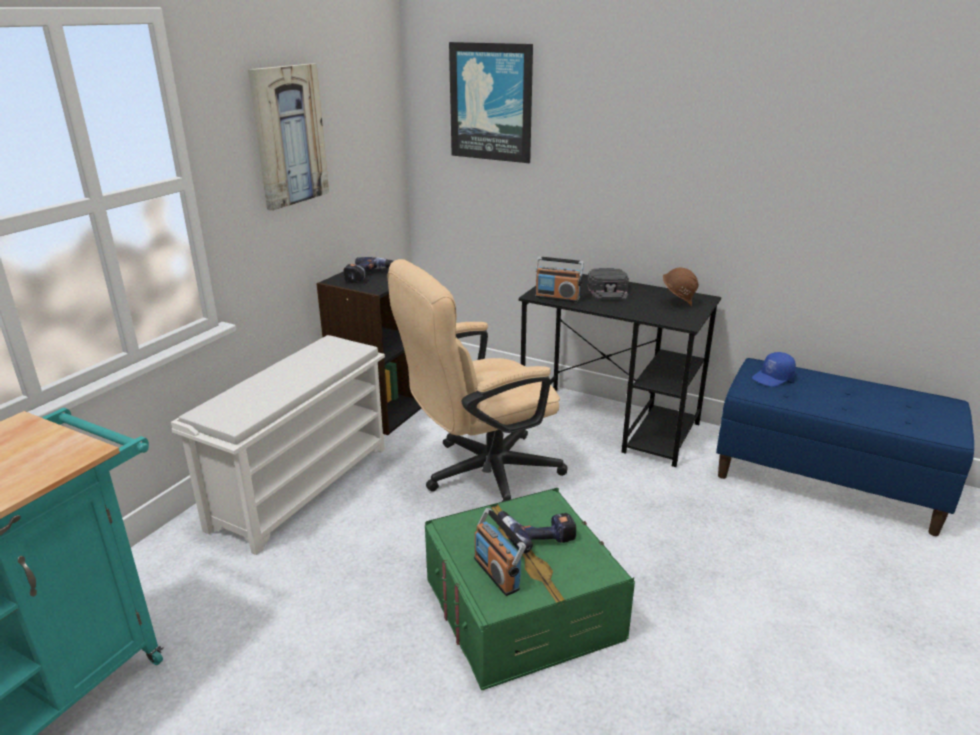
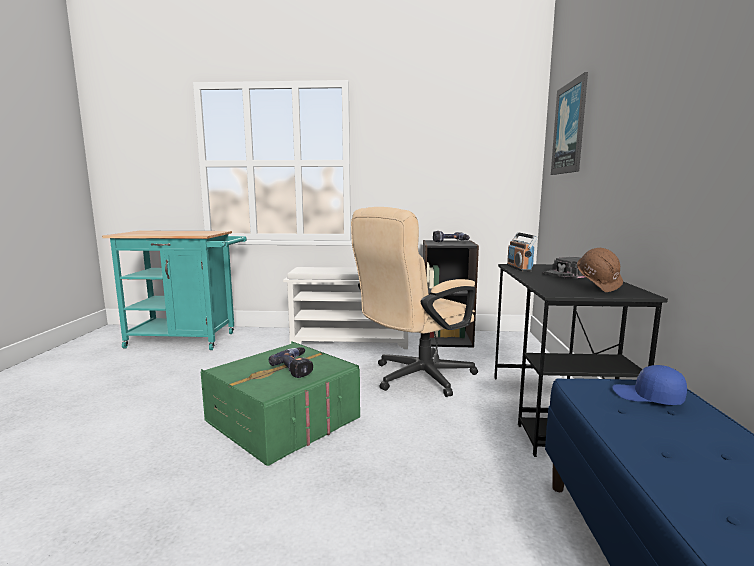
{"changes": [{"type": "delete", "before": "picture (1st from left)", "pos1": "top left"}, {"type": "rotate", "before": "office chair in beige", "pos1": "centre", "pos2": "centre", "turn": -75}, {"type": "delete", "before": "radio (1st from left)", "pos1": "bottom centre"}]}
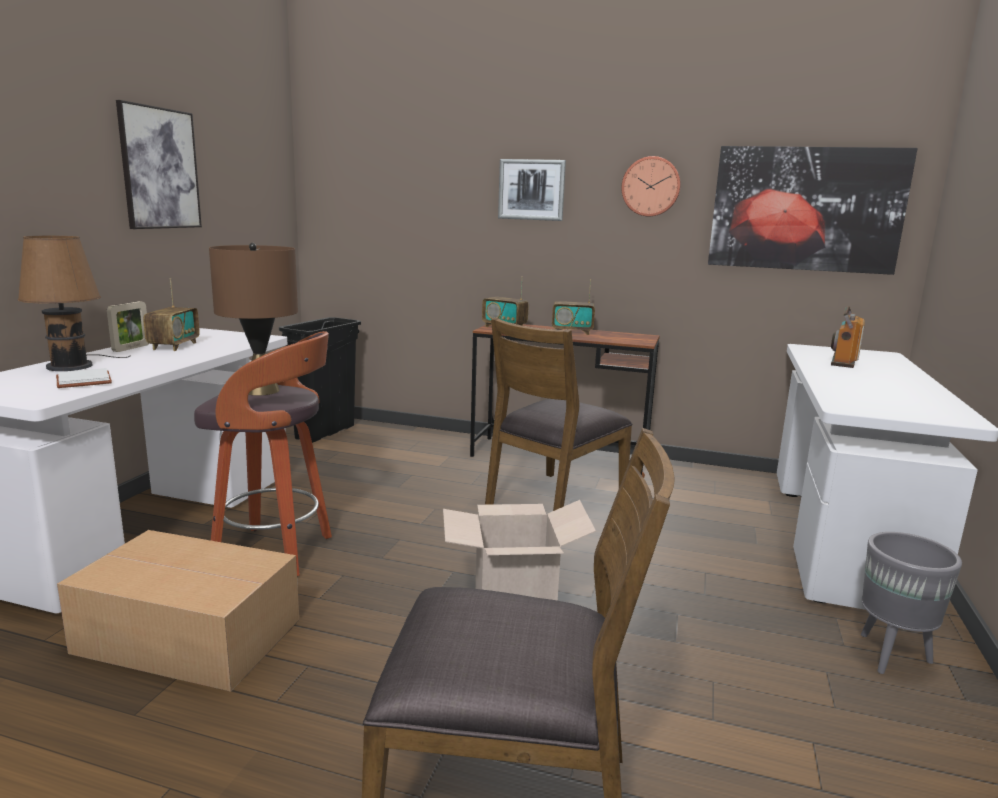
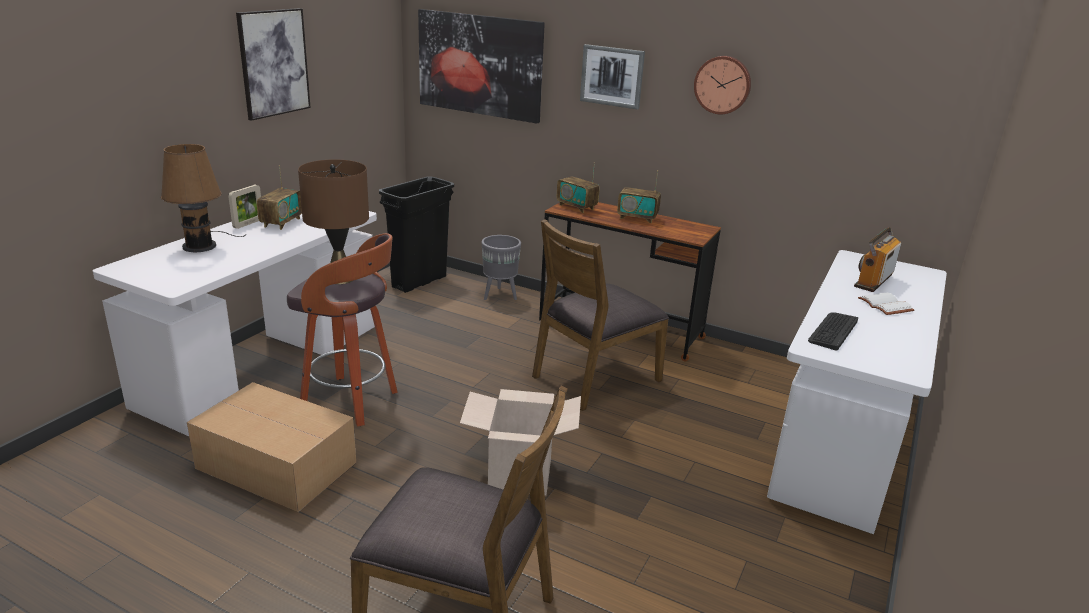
{"changes": [{"type": "move", "before": "book in white", "pos1": "middle left", "pos2": "middle right"}, {"type": "move", "before": "picture (3rd from left in the first image)", "after": "picture (2nd from left)", "pos1": "top right", "pos2": "top centre"}, {"type": "move", "before": "planter in grey", "pos1": "bottom right", "pos2": "centre"}, {"type": "insert", "after": "keyboard", "pos2": "middle right"}]}
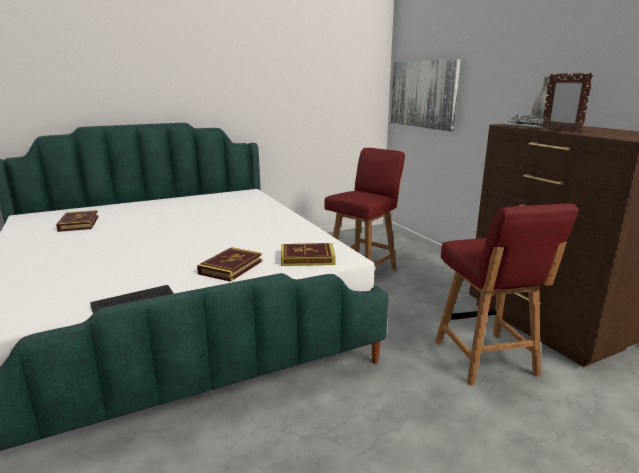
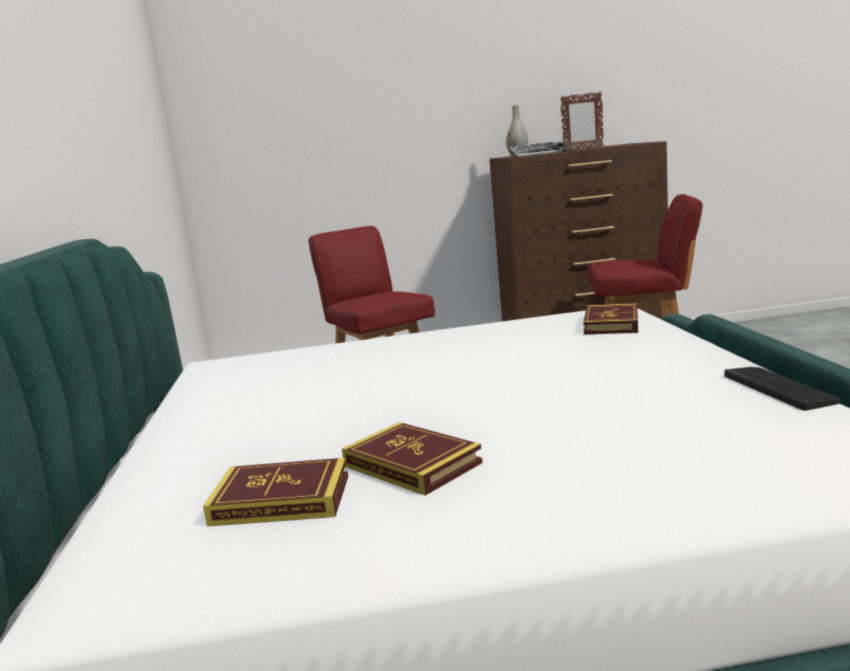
{"changes": [{"type": "move", "before": "book (2nd from left)", "pos1": "centre", "pos2": "bottom centre"}, {"type": "delete", "before": "picture", "pos1": "top right"}]}
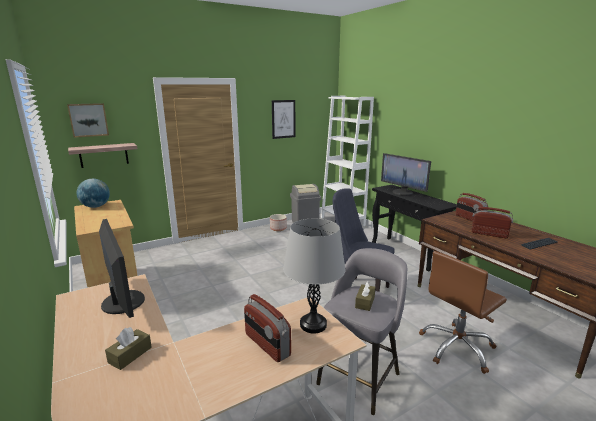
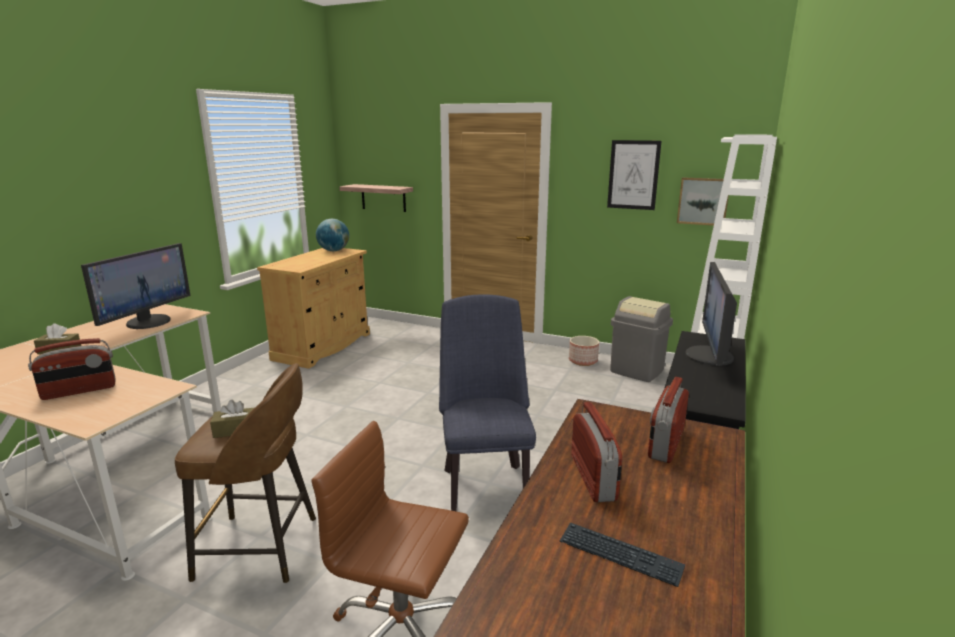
{"changes": [{"type": "move", "before": "picture (1st from left in the first image)", "after": "picture (2nd from left)", "pos1": "top left", "pos2": "top right"}, {"type": "rotate", "before": "radio (1st from left)", "pos1": "bottom centre", "pos2": "middle left", "turn": -135}, {"type": "delete", "before": "table lamp in grey", "pos1": "centre"}, {"type": "recolor", "before": "stool in grey", "after": "stool in brown", "pos1": "bottom centre", "pos2": "bottom left"}]}
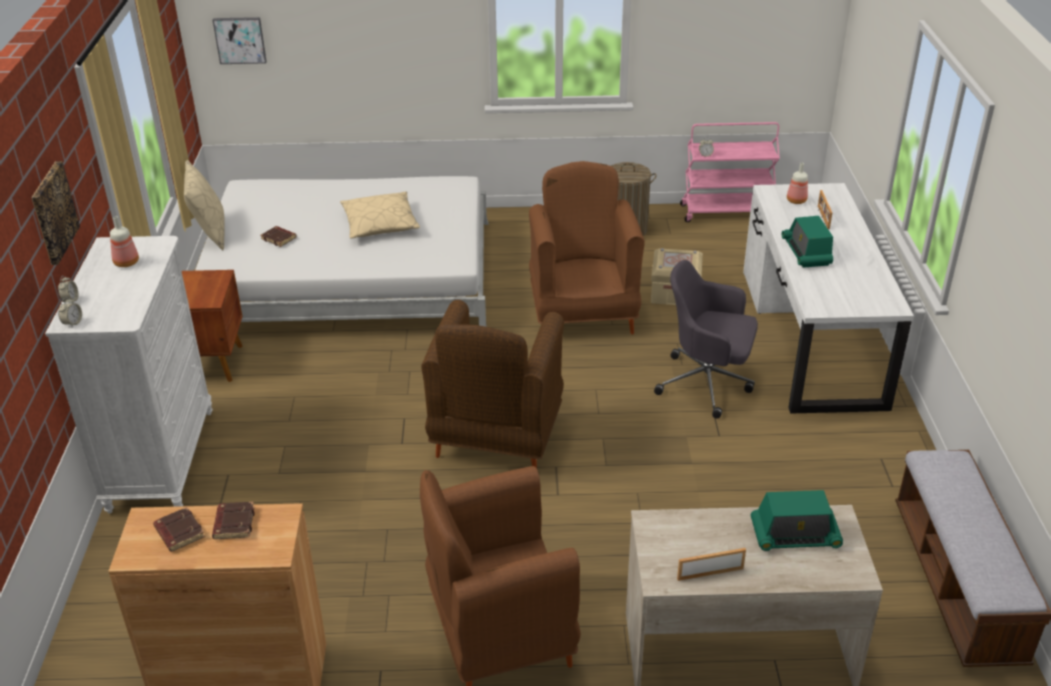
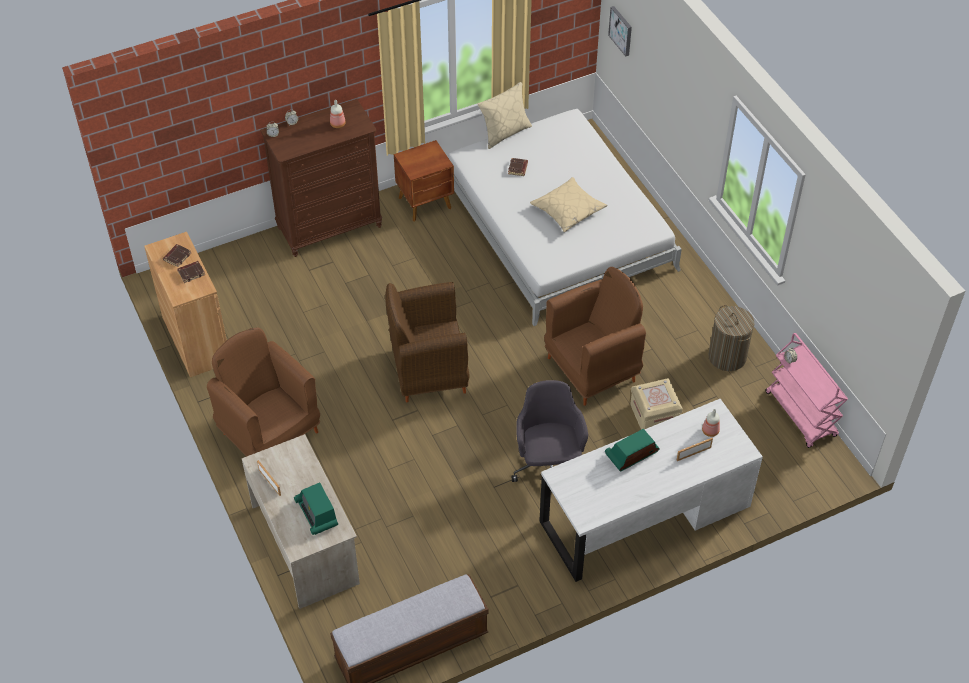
{"changes": [{"type": "delete", "before": "picture (1st from left)", "pos1": "top left"}, {"type": "recolor", "before": "dresser in white", "after": "dresser in brown", "pos1": "middle left", "pos2": "top left"}]}
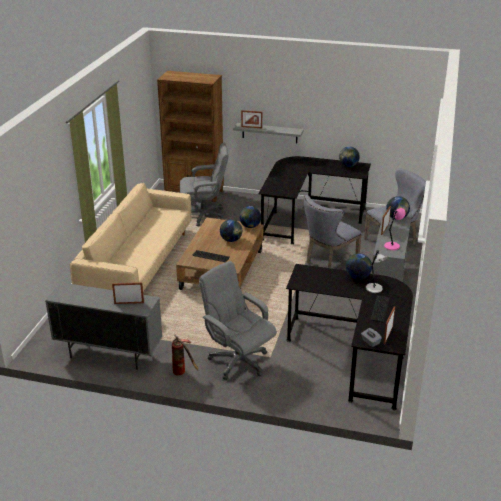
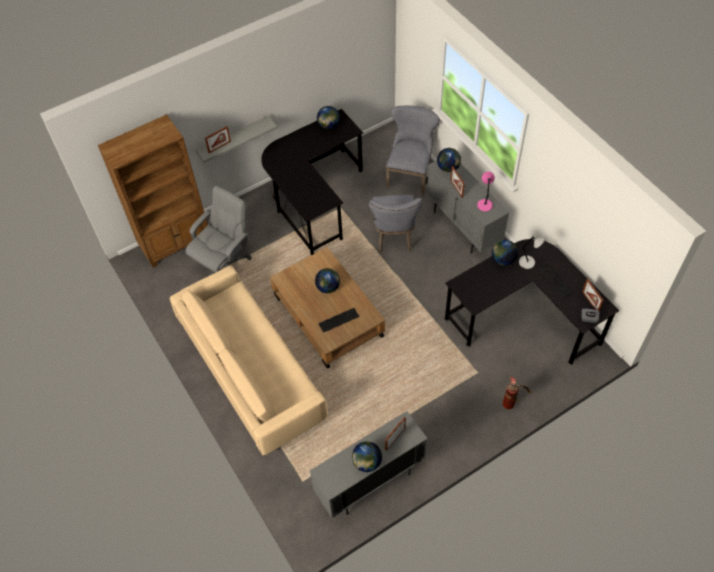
{"changes": [{"type": "move", "before": "fire extinguisher", "pos1": "bottom centre", "pos2": "bottom right"}, {"type": "delete", "before": "office chair in grey (2nd from left)", "pos1": "centre"}, {"type": "move", "before": "globe (2nd from left in the first image)", "after": "globe (3rd from left)", "pos1": "centre", "pos2": "bottom centre"}]}
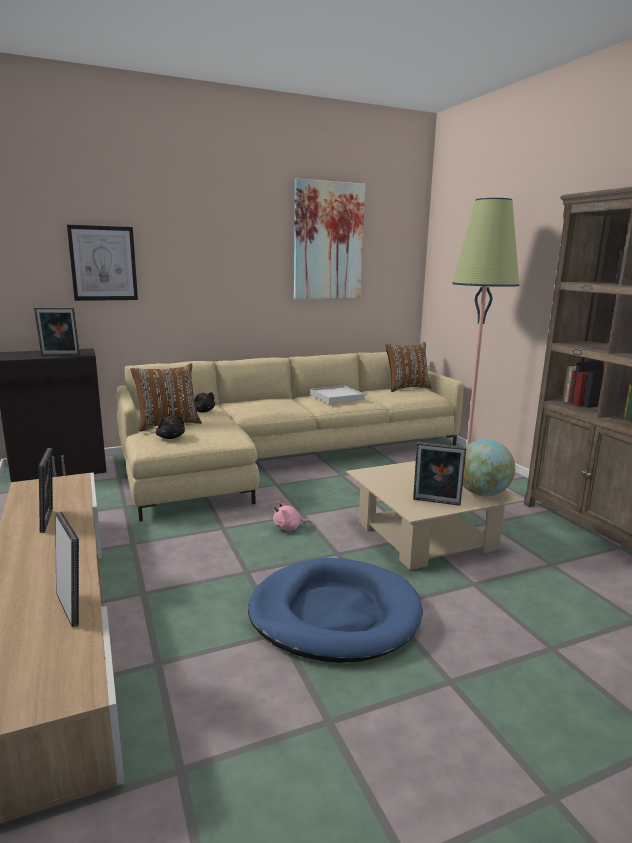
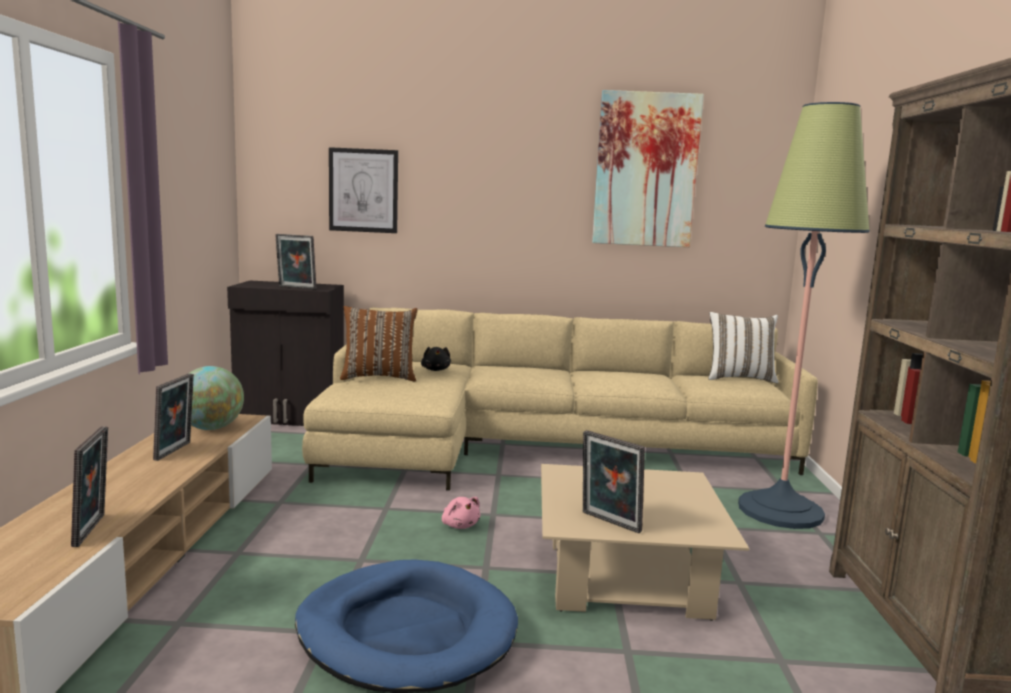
{"changes": [{"type": "delete", "before": "plush toy in black (1st from left)", "pos1": "middle left"}, {"type": "rotate", "before": "plush toy in pink", "pos1": "centre", "pos2": "bottom centre", "turn": -135}, {"type": "delete", "before": "tray in white", "pos1": "centre"}, {"type": "recolor", "before": "pillow in brown (2nd from left)", "after": "pillow in white", "pos1": "centre", "pos2": "middle right"}, {"type": "move", "before": "globe", "pos1": "middle right", "pos2": "middle left"}]}
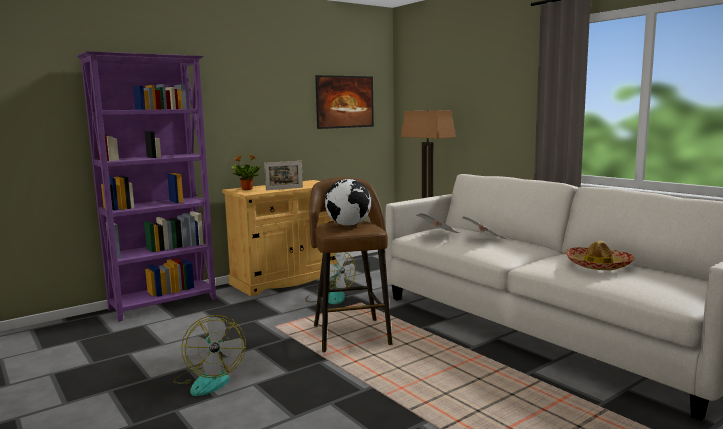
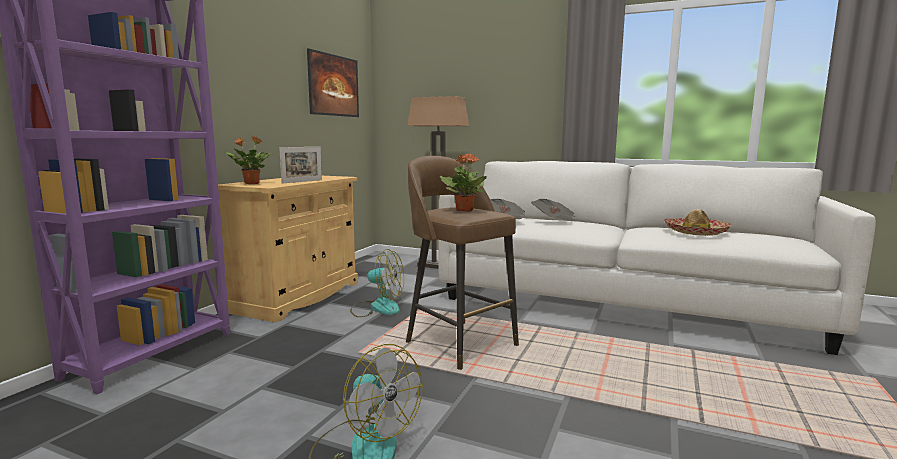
{"changes": [{"type": "replace", "before": "globe", "after": "potted plant (2nd from left)", "pos1": "centre", "pos2": "centre"}]}
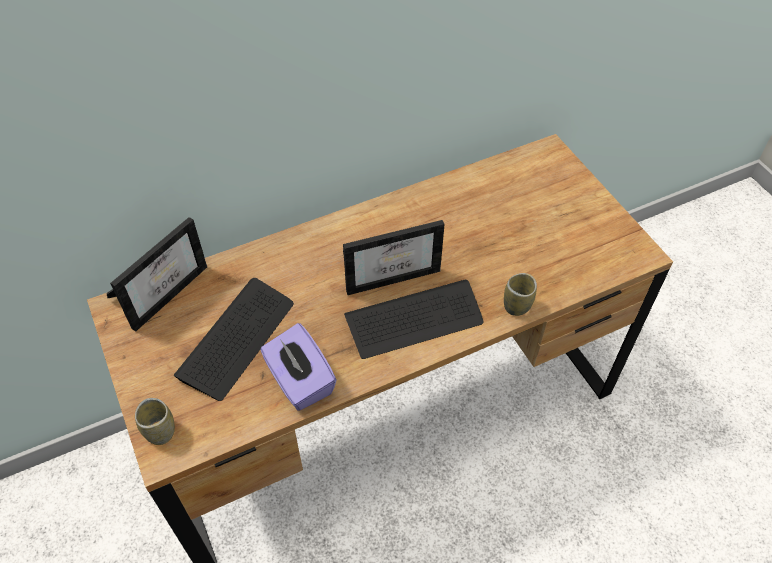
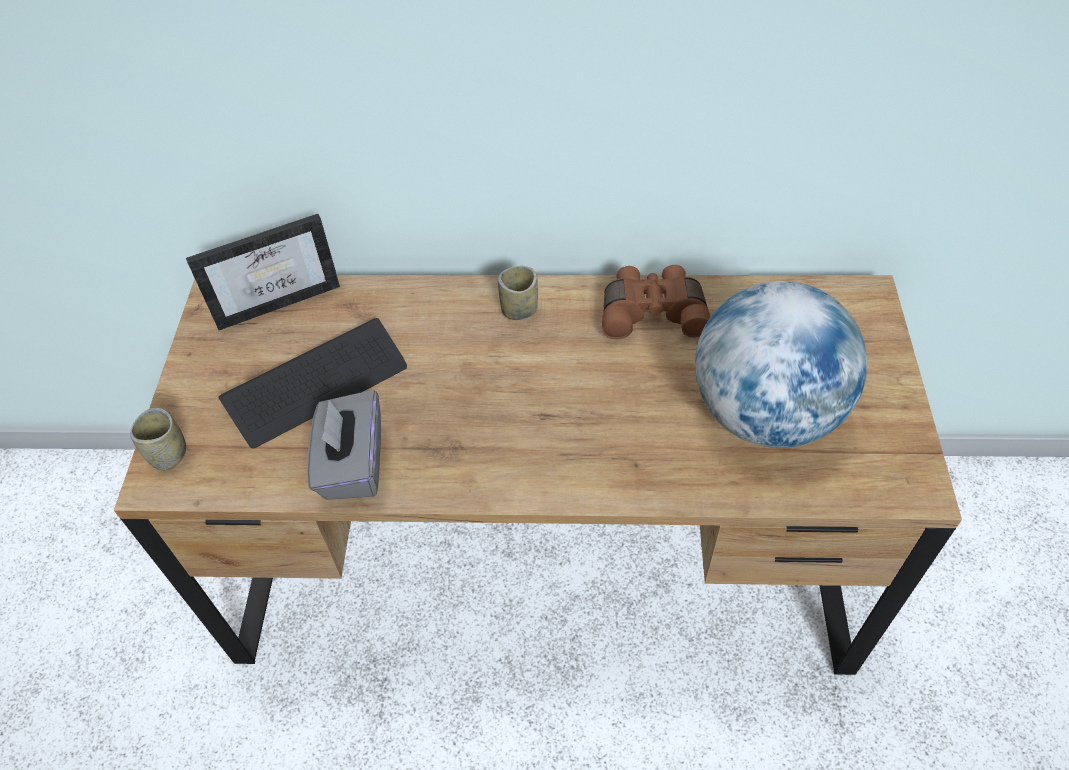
{"changes": [{"type": "recolor", "before": "tissue box in purple", "after": "tissue box in grey", "pos1": "centre", "pos2": "middle left"}, {"type": "delete", "before": "picture frame (2nd from left)", "pos1": "centre"}, {"type": "delete", "before": "keyboard (2nd from left)", "pos1": "centre"}, {"type": "move", "before": "cup (2nd from left)", "pos1": "middle right", "pos2": "centre"}, {"type": "insert", "after": "binoculars in brown", "pos2": "centre"}, {"type": "insert", "after": "globe", "pos2": "middle right"}]}
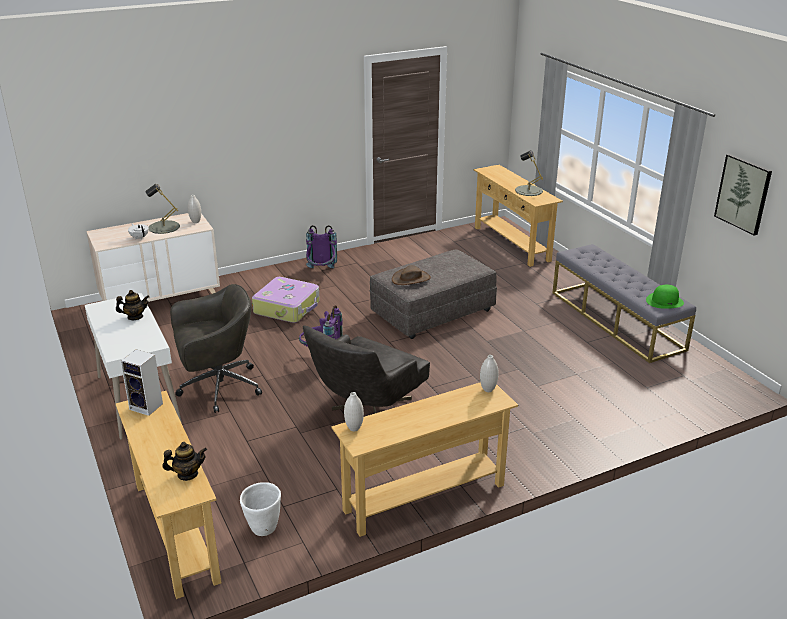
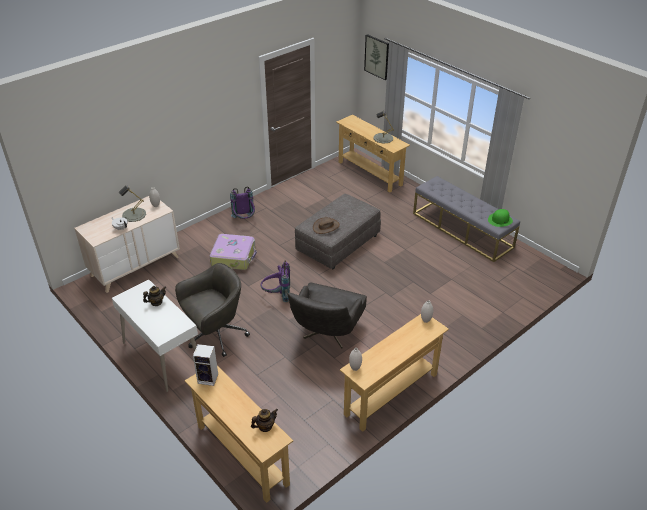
{"changes": [{"type": "delete", "before": "planter in white", "pos1": "bottom left"}, {"type": "move", "before": "picture", "pos1": "top right", "pos2": "top centre"}]}
